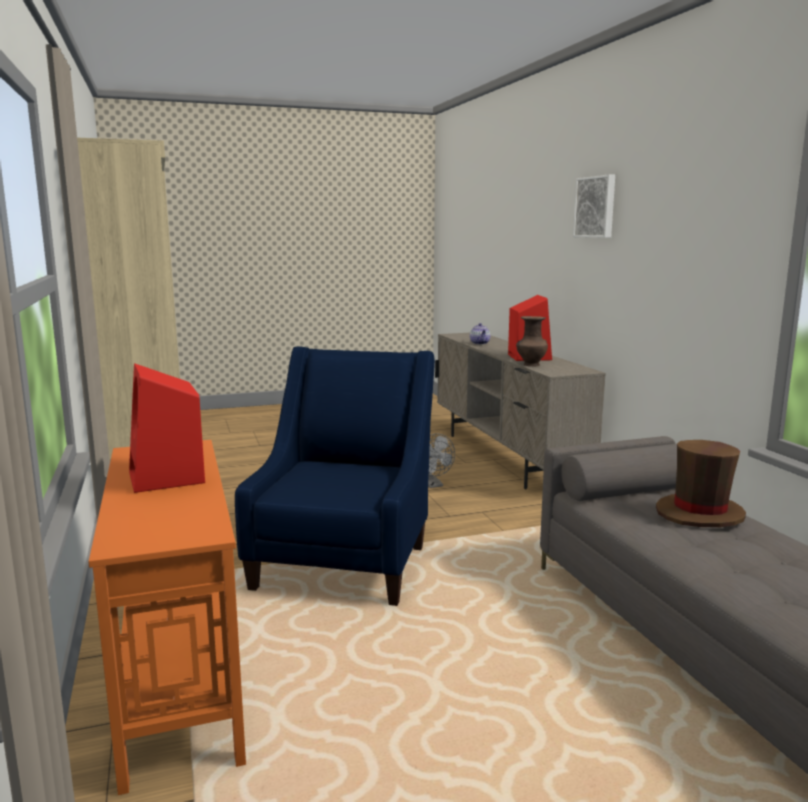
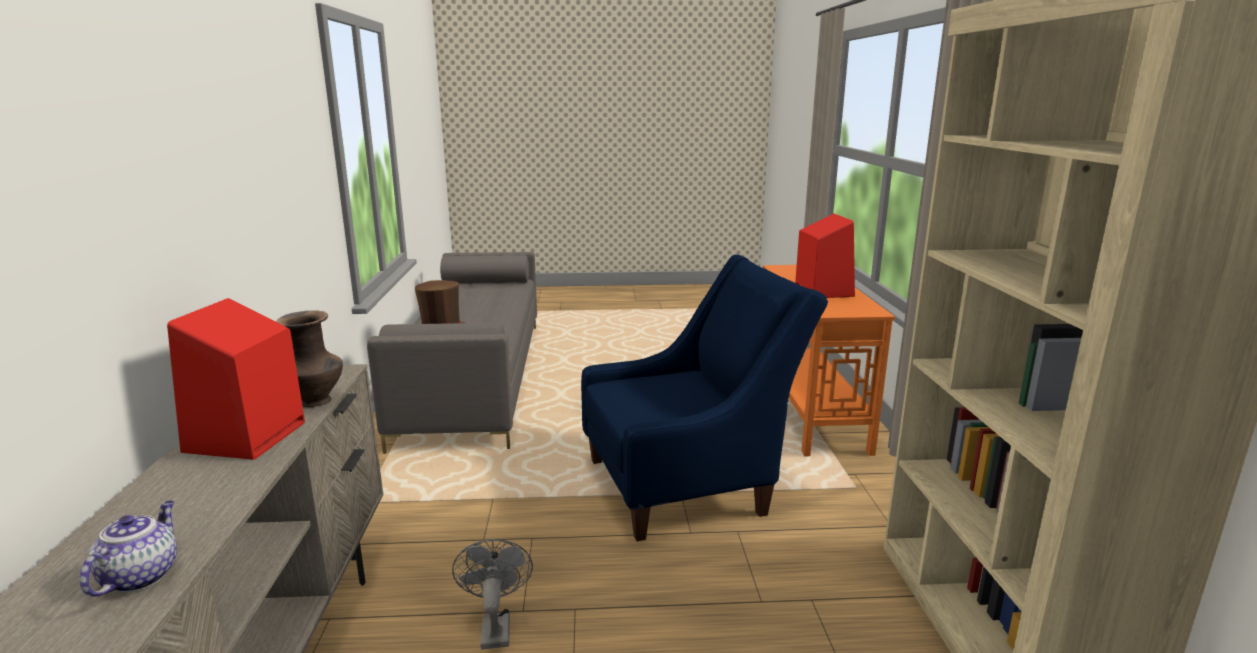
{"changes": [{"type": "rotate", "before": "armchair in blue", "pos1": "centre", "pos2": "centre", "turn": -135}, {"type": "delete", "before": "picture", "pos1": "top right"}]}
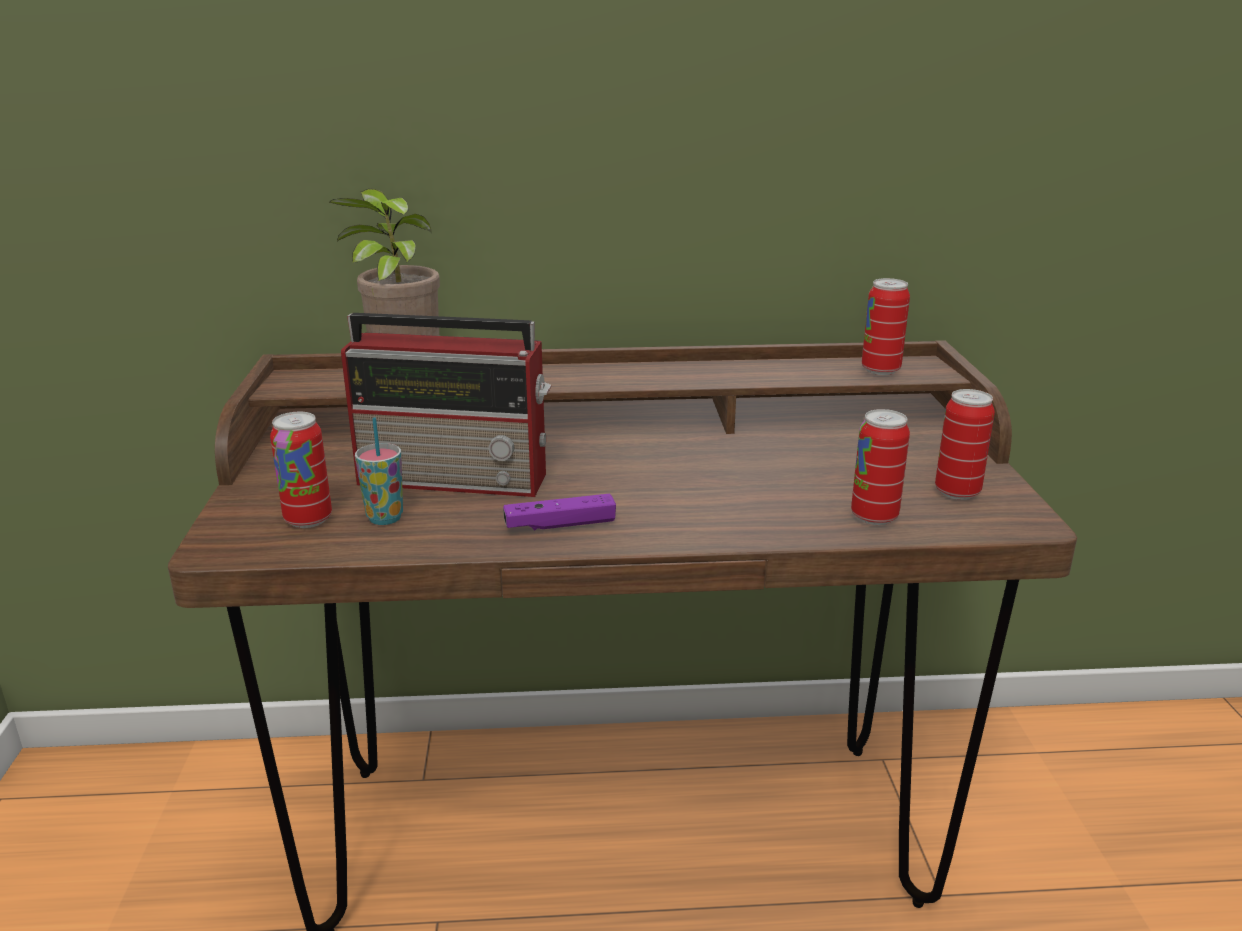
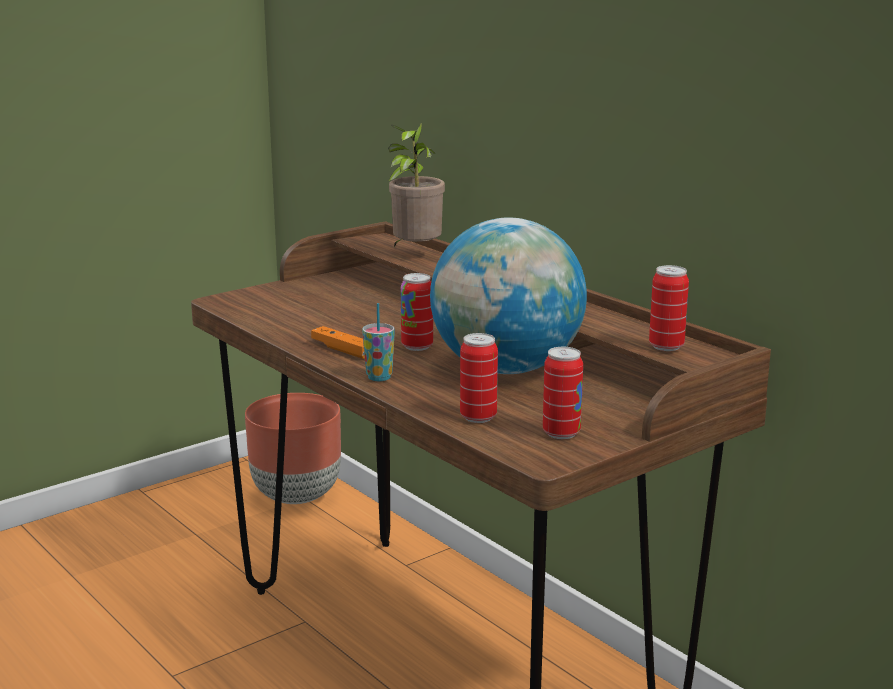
{"changes": [{"type": "move", "before": "can (1st from left)", "pos1": "middle left", "pos2": "centre"}, {"type": "delete", "before": "radio", "pos1": "centre"}, {"type": "move", "before": "cup", "pos1": "middle left", "pos2": "centre"}, {"type": "recolor", "before": "game controller in purple", "after": "game controller in orange", "pos1": "centre", "pos2": "centre"}, {"type": "insert", "after": "planter in brown", "pos2": "middle left"}, {"type": "insert", "after": "globe", "pos2": "centre"}]}
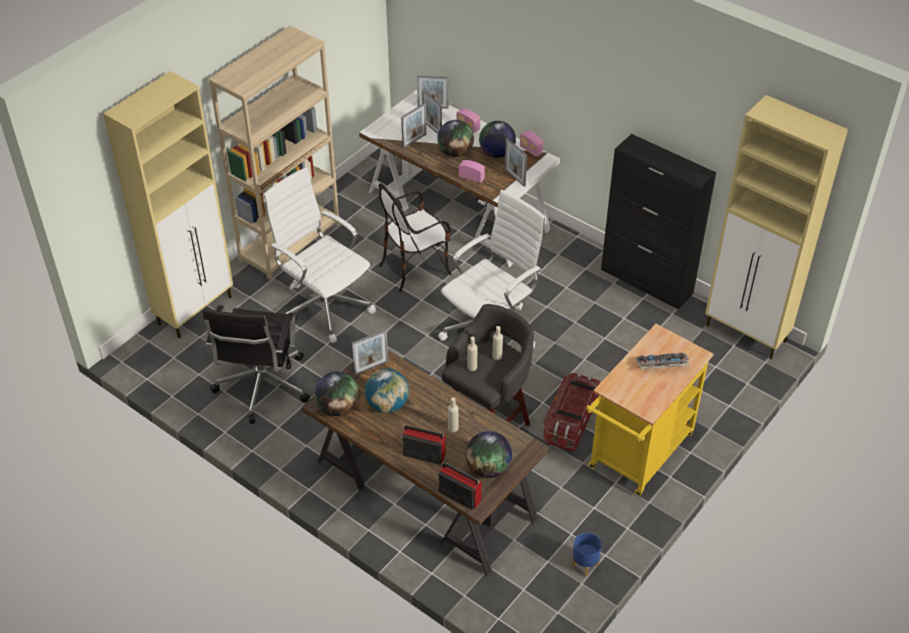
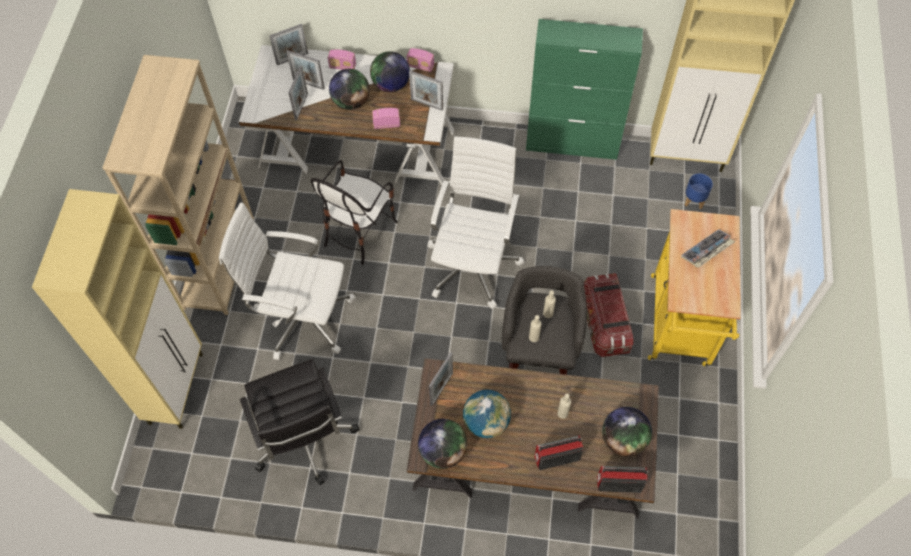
{"changes": [{"type": "move", "before": "planter in blue", "pos1": "bottom centre", "pos2": "middle right"}, {"type": "recolor", "before": "cabinet in black", "after": "cabinet in green", "pos1": "middle right", "pos2": "top centre"}]}
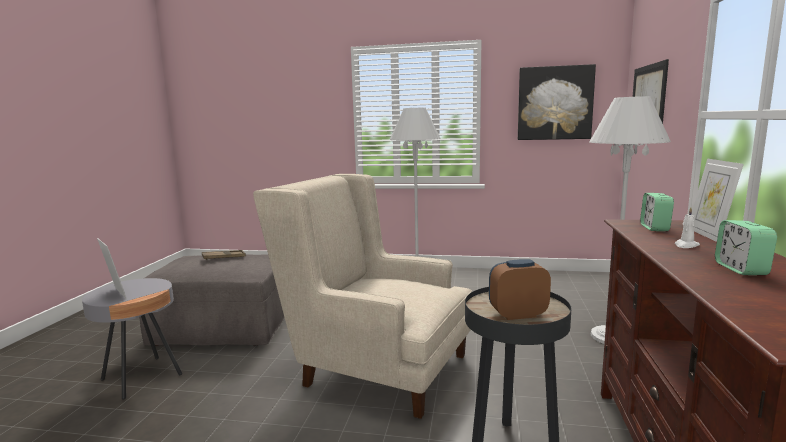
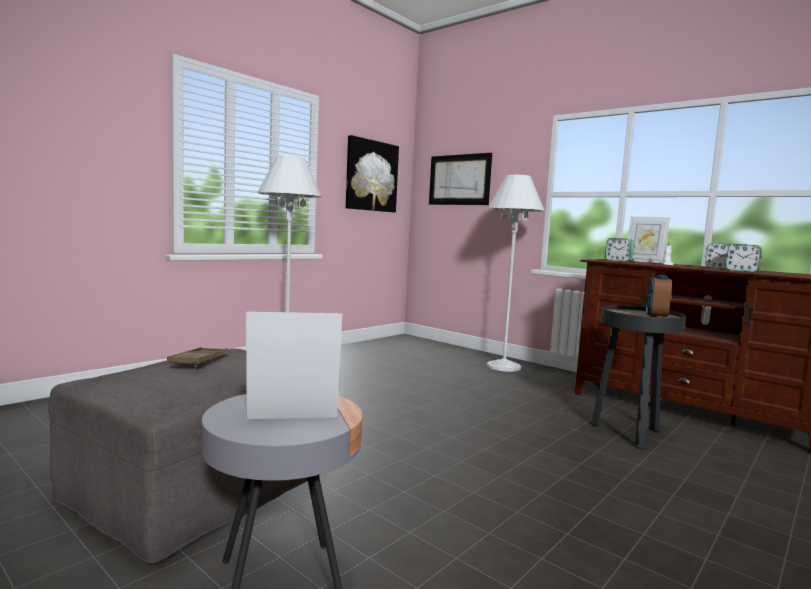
{"changes": [{"type": "delete", "before": "armchair in beige", "pos1": "bottom centre"}, {"type": "insert", "after": "alarm clock (4th from left)", "pos2": "middle right"}]}
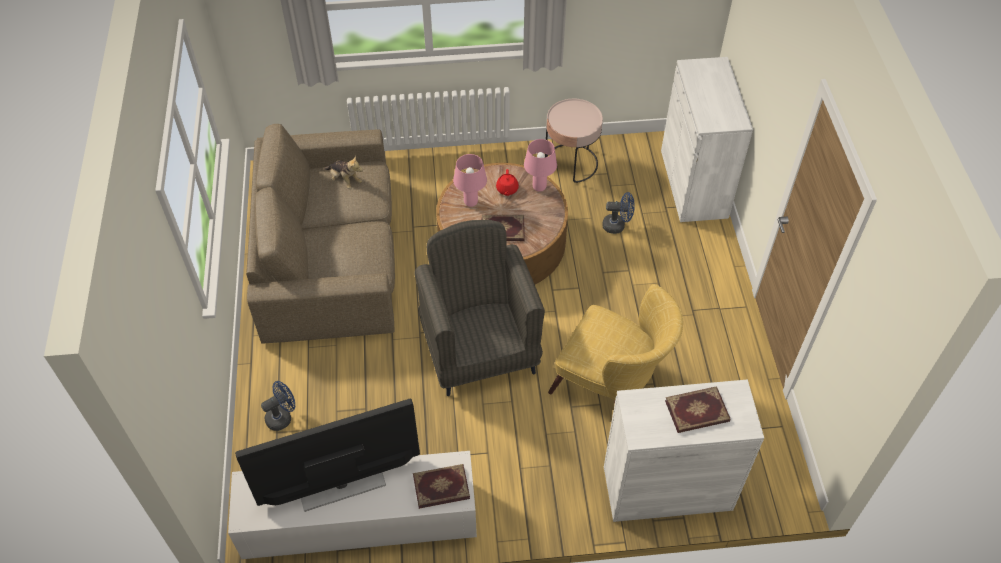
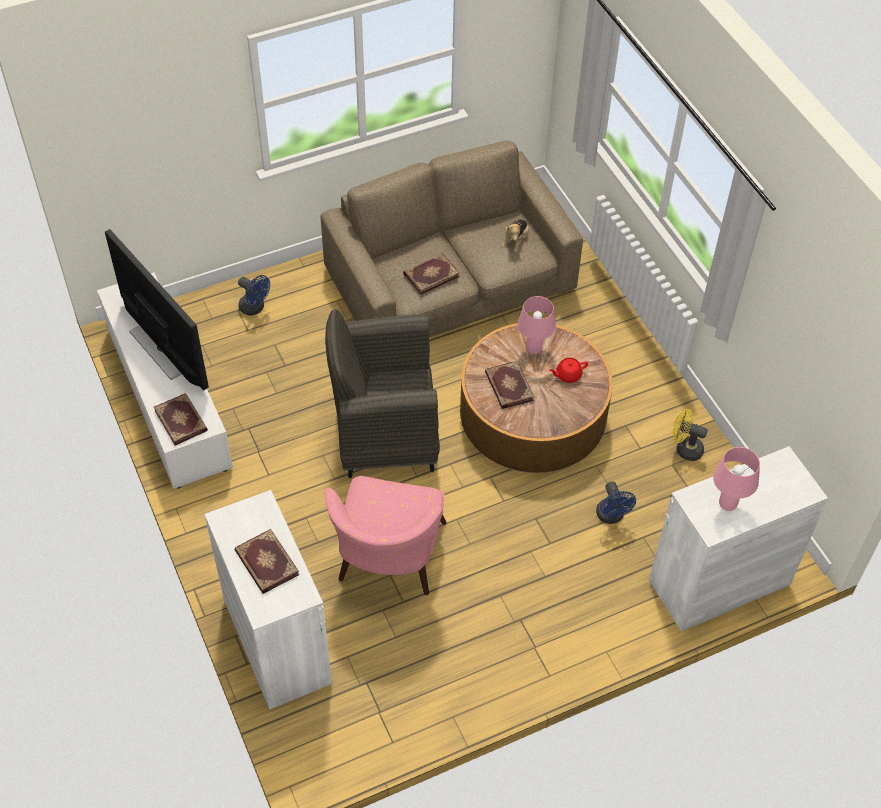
{"changes": [{"type": "rotate", "before": "armchair in grey", "pos1": "centre", "pos2": "centre", "turn": -150}, {"type": "move", "before": "table lamp in pink (2nd from left)", "pos1": "top centre", "pos2": "middle right"}, {"type": "replace", "before": "side table in pink", "after": "fan in yellow", "pos1": "top centre", "pos2": "middle right"}, {"type": "recolor", "before": "armchair in yellow", "after": "armchair in pink", "pos1": "centre", "pos2": "centre"}, {"type": "insert", "after": "book (3rd from left)", "pos2": "centre"}]}
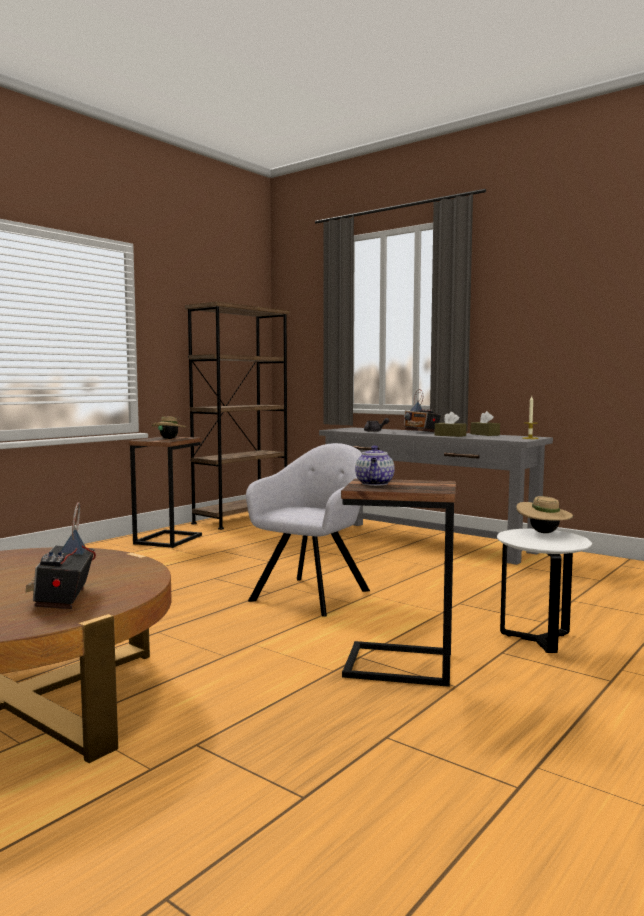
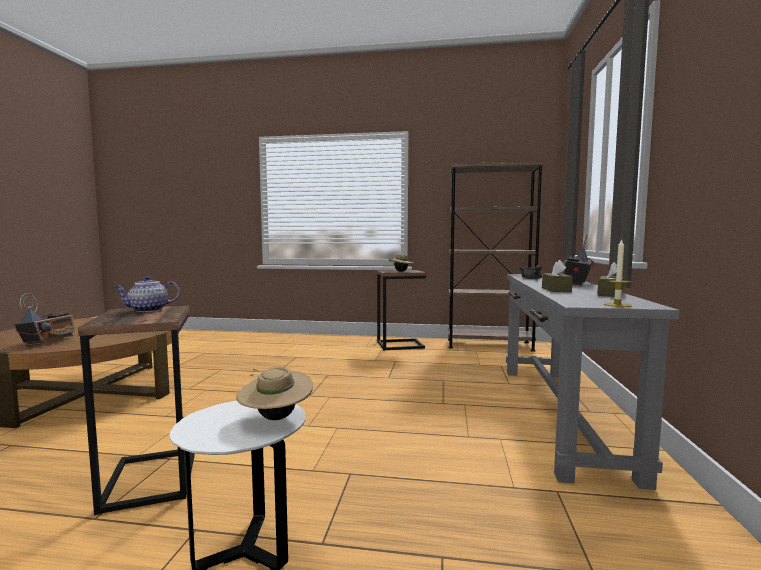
{"changes": [{"type": "rotate", "before": "radio (1st from left)", "pos1": "middle left", "pos2": "middle left", "turn": 135}, {"type": "delete", "before": "armchair in grey", "pos1": "centre"}]}
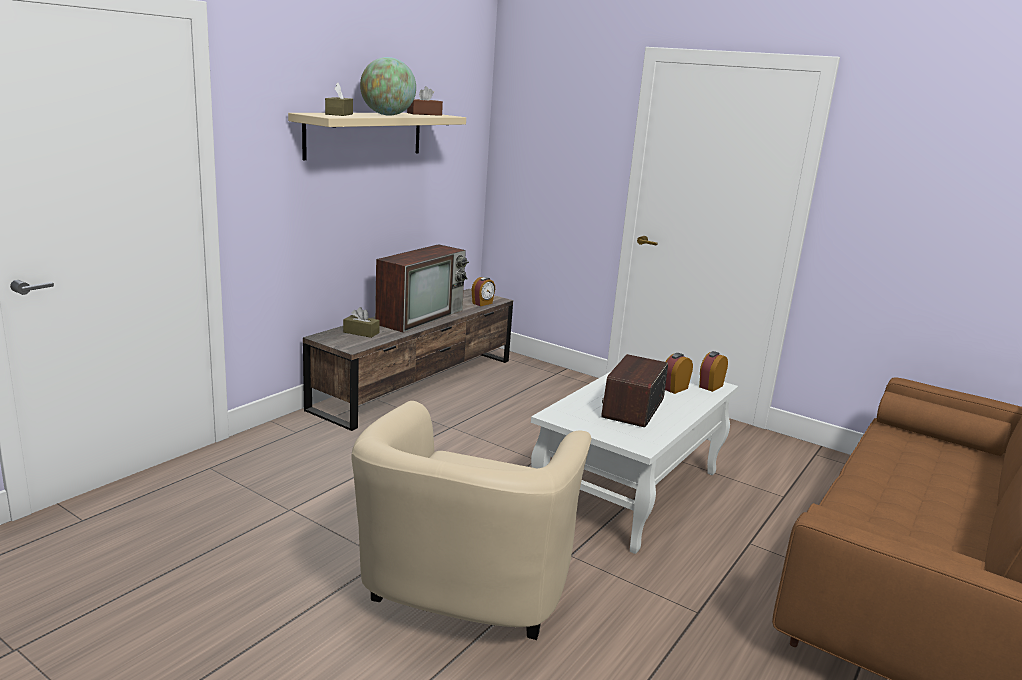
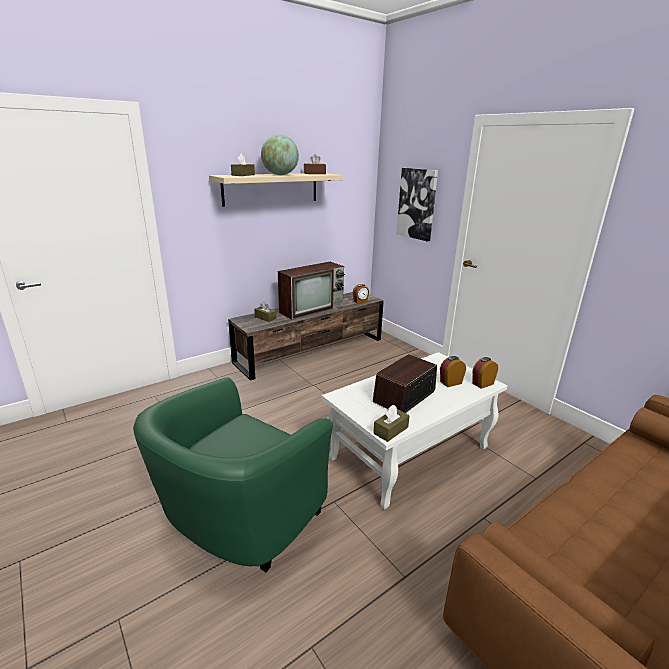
{"changes": [{"type": "recolor", "before": "armchair in beige", "after": "armchair in green", "pos1": "bottom centre", "pos2": "bottom centre"}, {"type": "insert", "after": "tissue box in brown (4th from left)", "pos2": "centre"}, {"type": "insert", "after": "picture", "pos2": "top centre"}]}
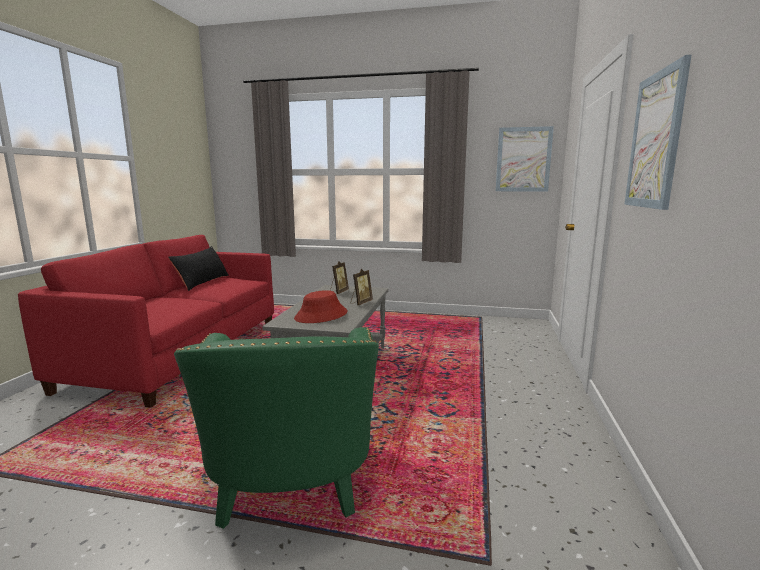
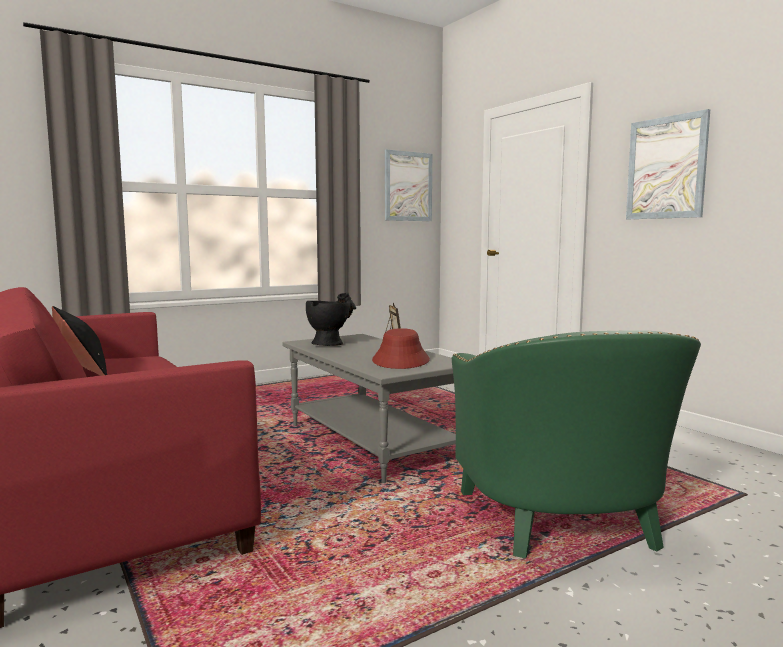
{"changes": [{"type": "rotate", "before": "armchair in green", "pos1": "bottom centre", "pos2": "bottom right", "turn": 45}, {"type": "replace", "before": "picture frame (1st from left)", "after": "vase in black", "pos1": "centre", "pos2": "centre"}]}
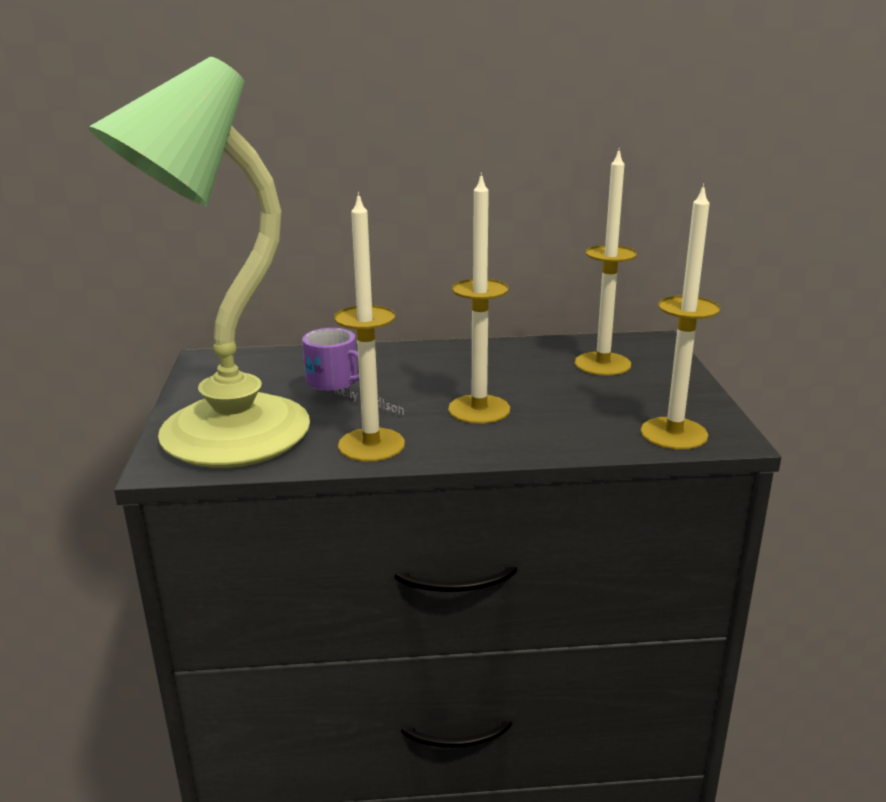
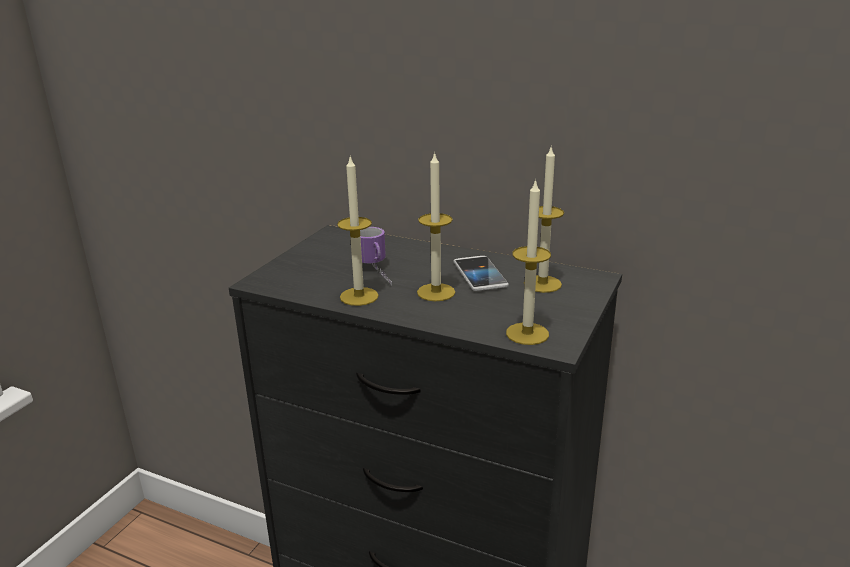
{"changes": [{"type": "delete", "before": "table lamp", "pos1": "top left"}, {"type": "insert", "after": "phone", "pos2": "centre"}]}
